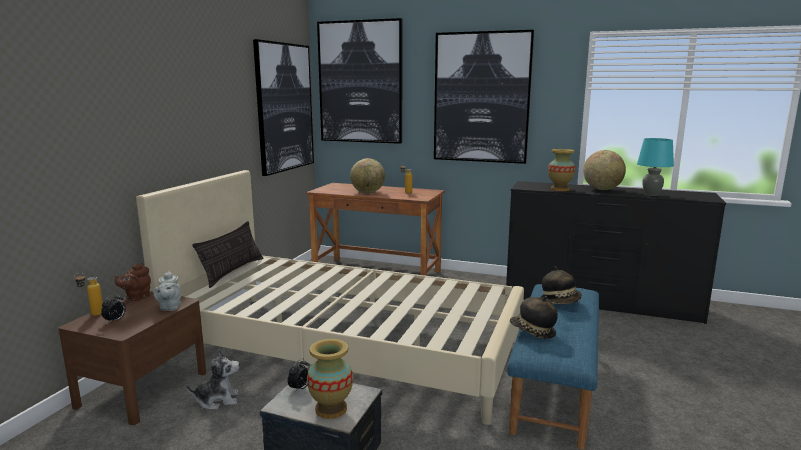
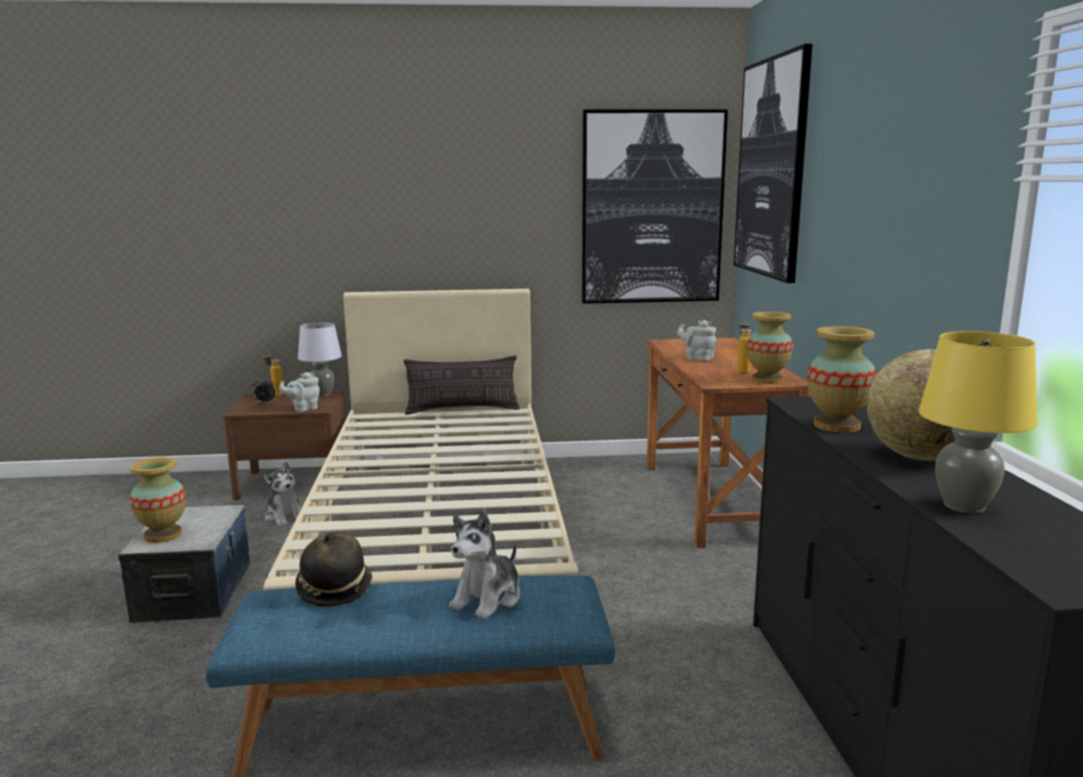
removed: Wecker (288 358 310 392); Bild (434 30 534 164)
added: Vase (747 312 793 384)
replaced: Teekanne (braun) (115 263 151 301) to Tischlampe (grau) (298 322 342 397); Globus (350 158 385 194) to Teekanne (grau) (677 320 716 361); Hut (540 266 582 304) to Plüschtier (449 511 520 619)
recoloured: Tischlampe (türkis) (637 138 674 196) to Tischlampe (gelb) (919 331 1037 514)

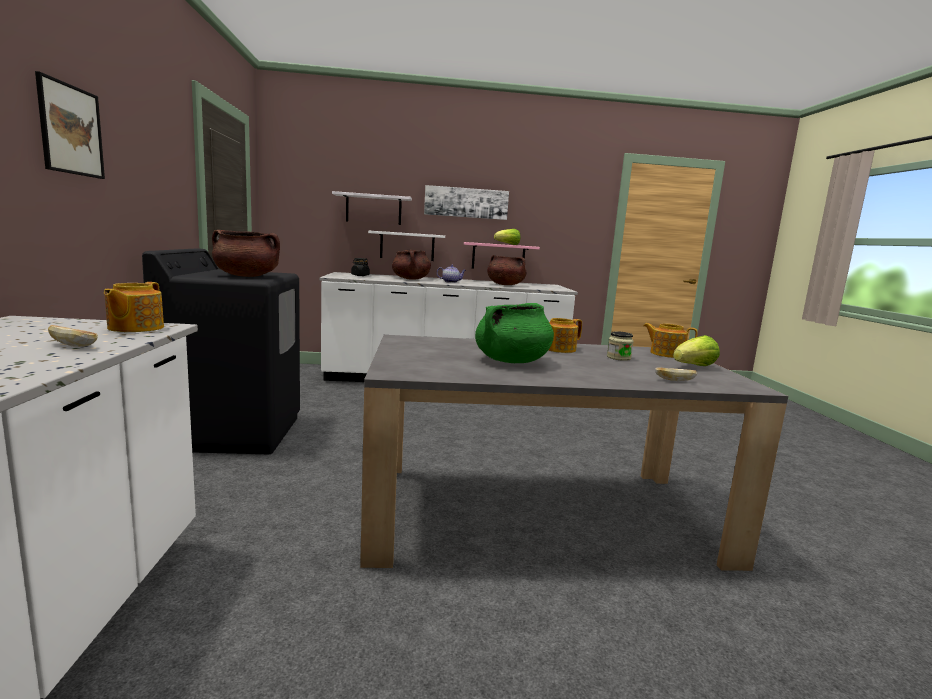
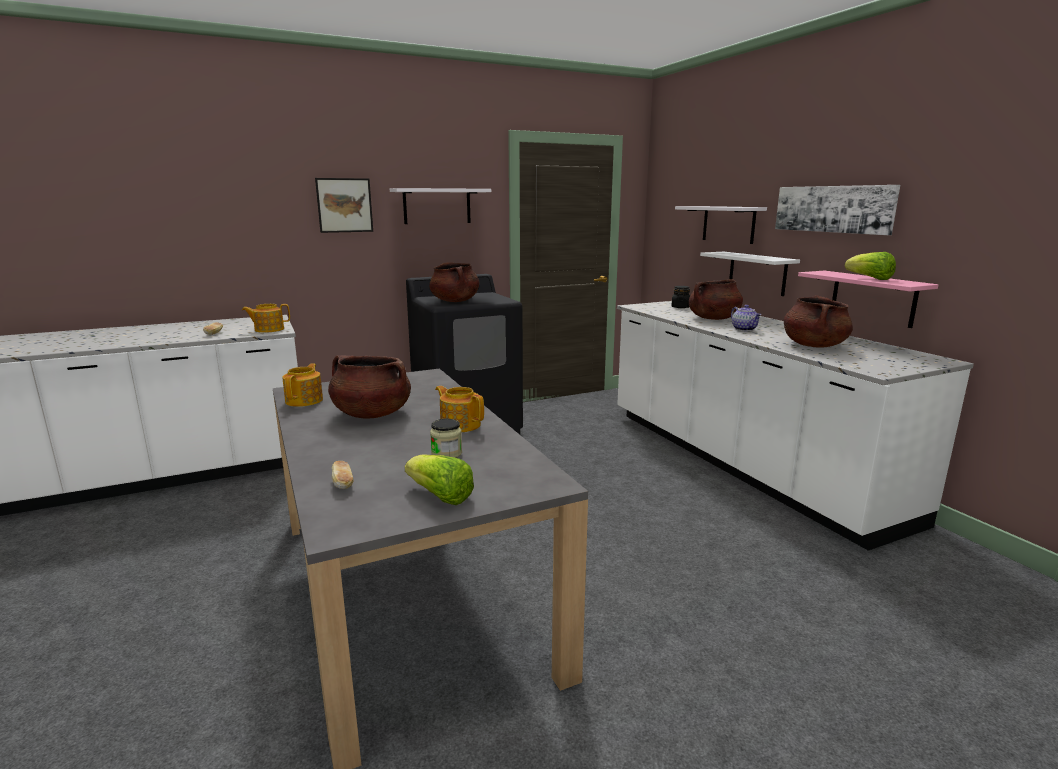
added: Wandregal (weiß) (390 188 491 224)
moved: Teekanne (643 323 698 358) to (282 364 323 407)
recoloured: Kochtopf (grün) (475 303 554 363) to Kochtopf (braun) (328 355 411 419)

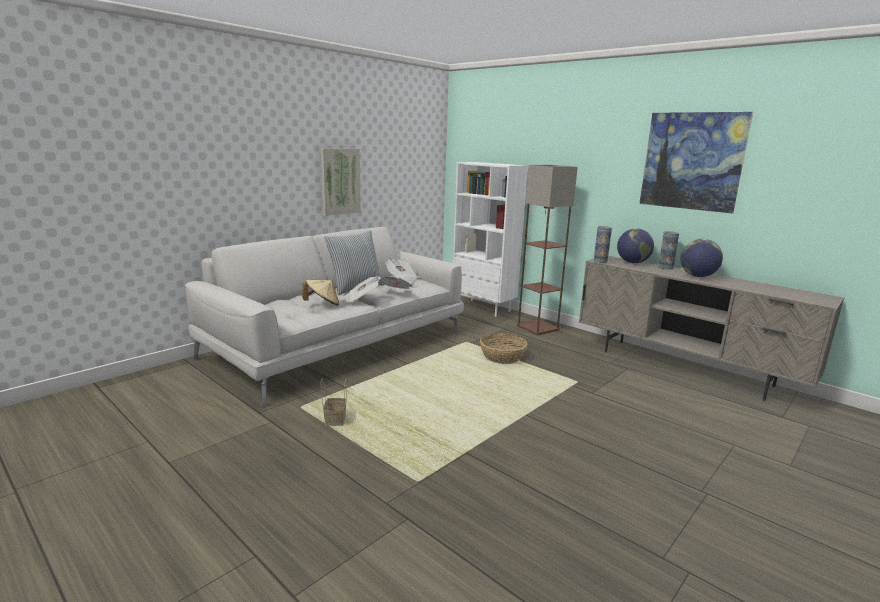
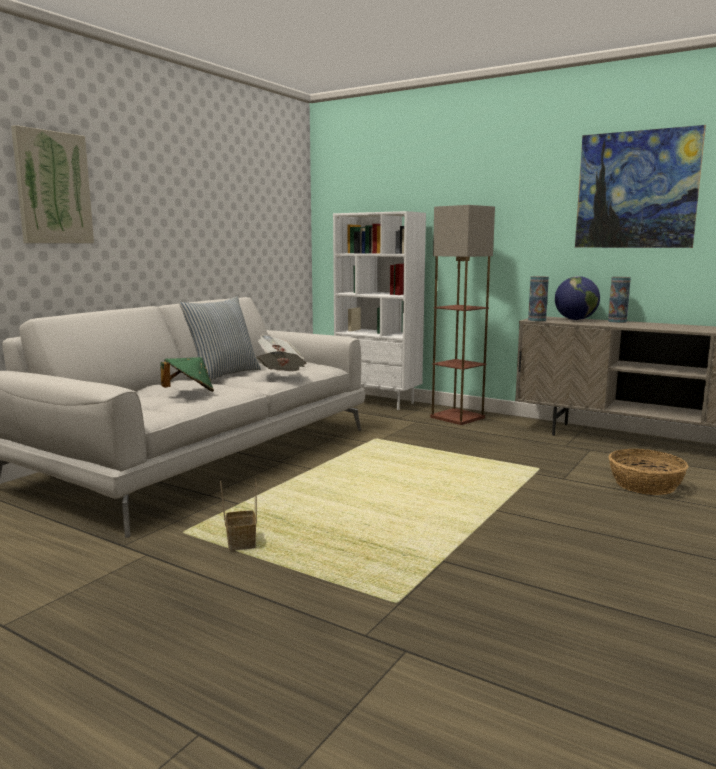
removed: Zeitung (340 276 381 303); Globus (680 239 723 277)
moved: Bild (321 148 361 216) to (11 125 94 243); Korb (480 333 527 364) to (609 449 688 495)
recoloured: Hut (beige) (302 280 339 305) to Hut (grün) (160 357 214 392)

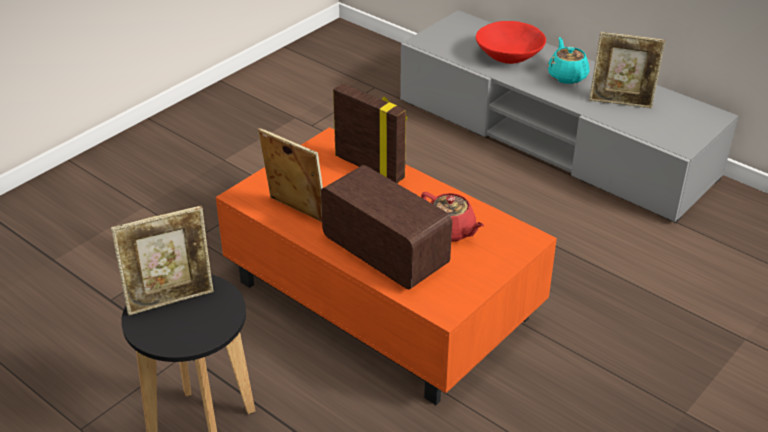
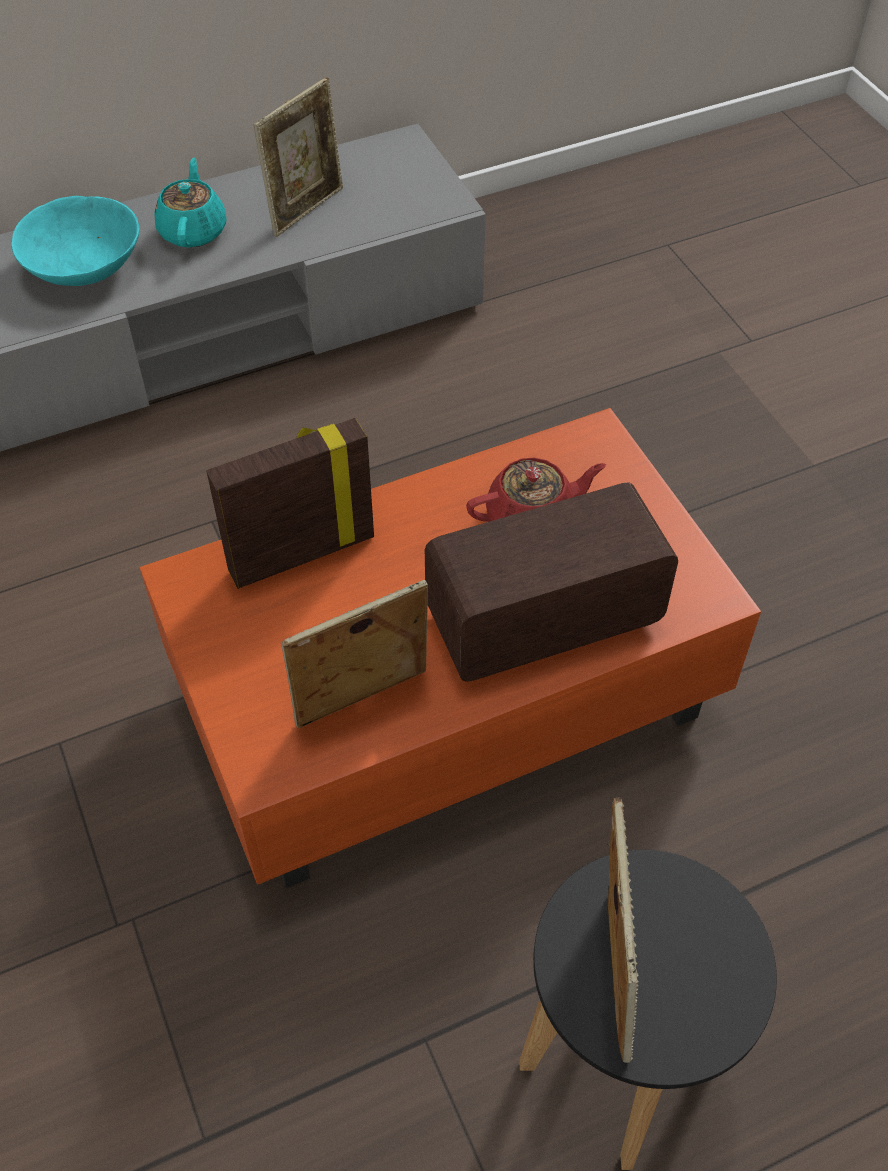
recoloured: Schüssel (rot) (476 21 546 64) to Schüssel (türkis) (12 196 140 286)
turned: Teekanne (türkis) (548 37 590 84) = (154 158 227 248) 75 degrees clockwise

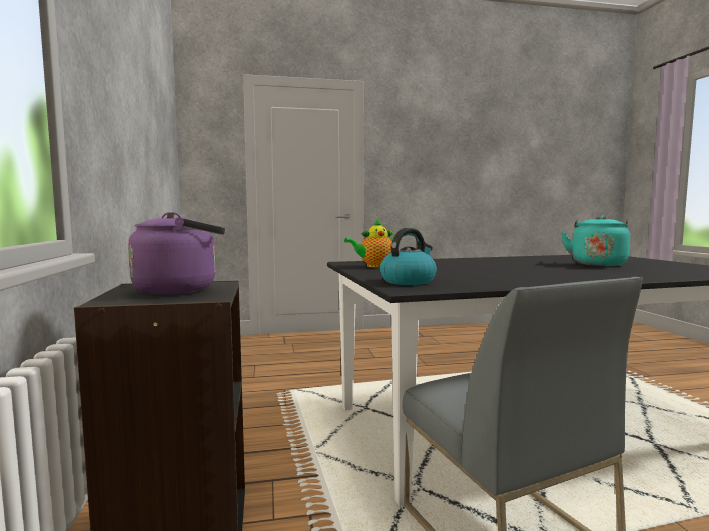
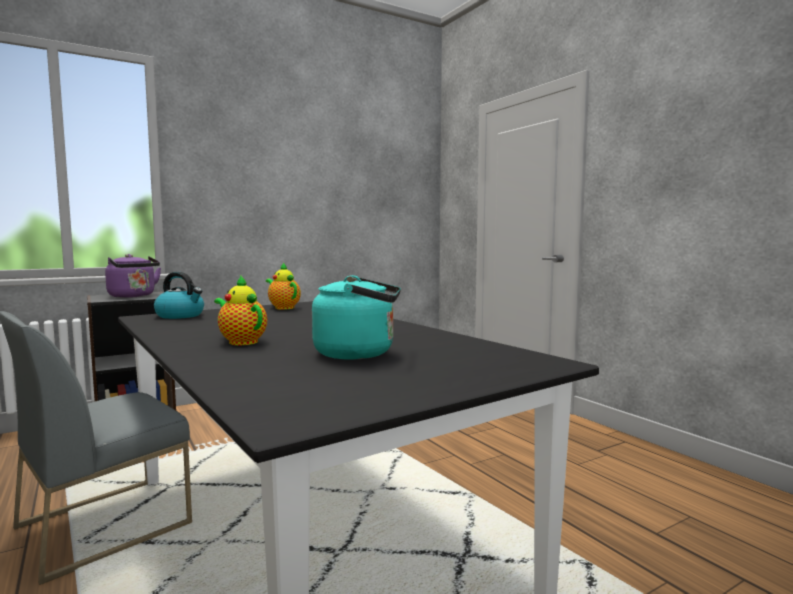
added: Teekanne (214 275 267 345)

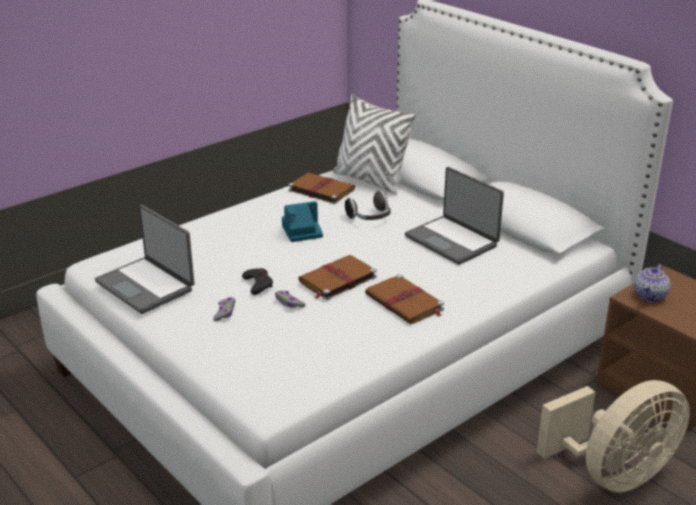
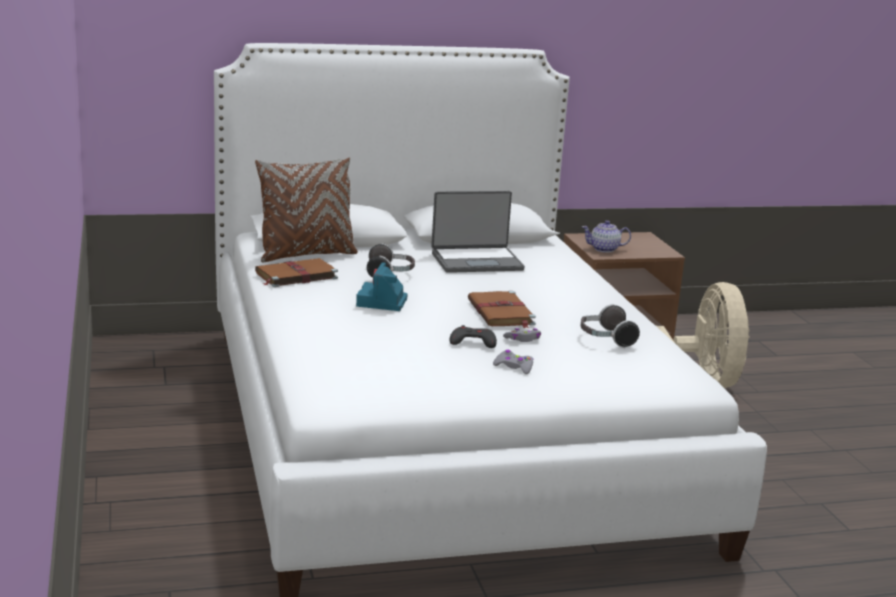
removed: Laptop (95 205 195 314); Buch (braun) (365 274 444 324)
added: Kopfhörer (581 304 640 348)
recoloured: Kissen (weiß) (333 94 416 195) to Kissen (braun) (255 158 358 262)
turned: Teekanne (634 264 670 302) = (582 220 631 253) 120 degrees clockwise

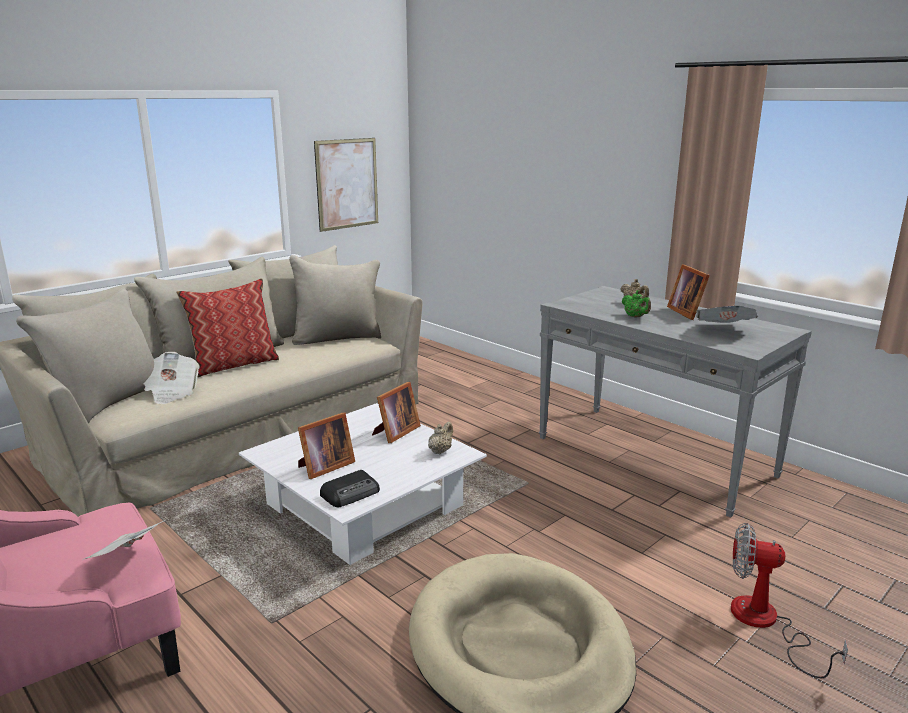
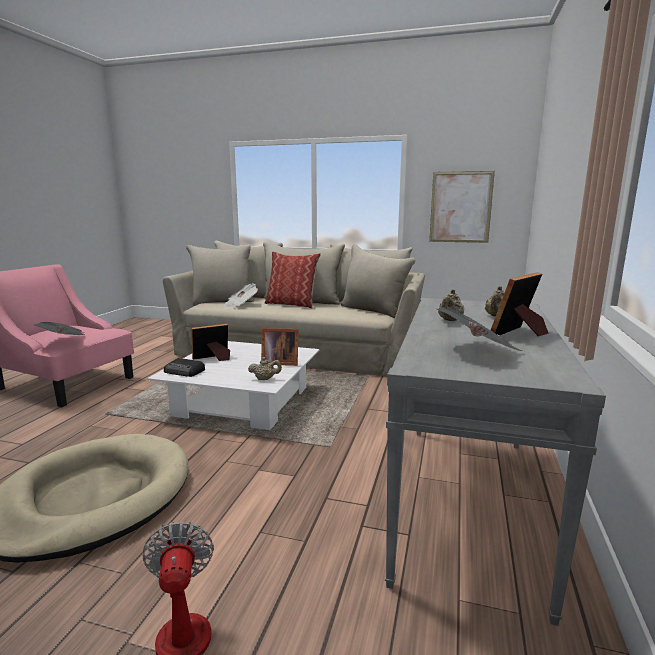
recoloured: Teekanne (grün) (622 290 651 318) to Teekanne (beige) (438 289 464 321)
turned: Bilderrahmen (298 412 355 479) = (192 324 230 361) 135 degrees clockwise

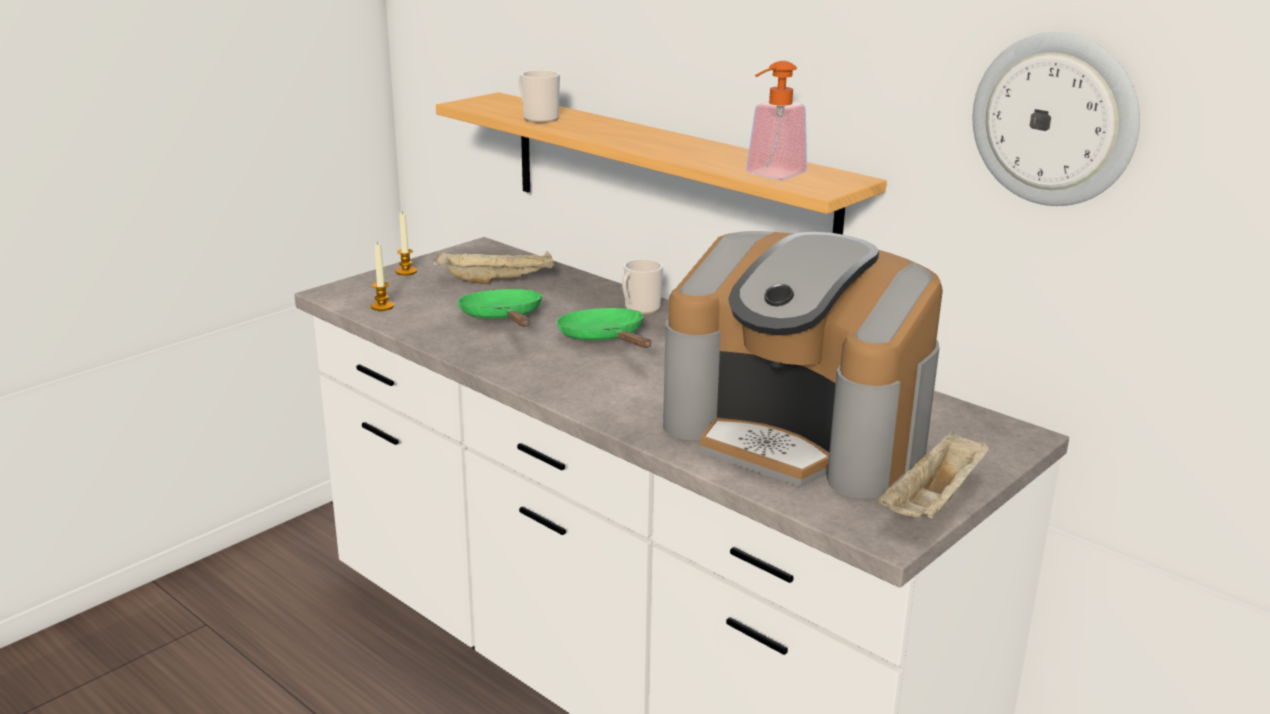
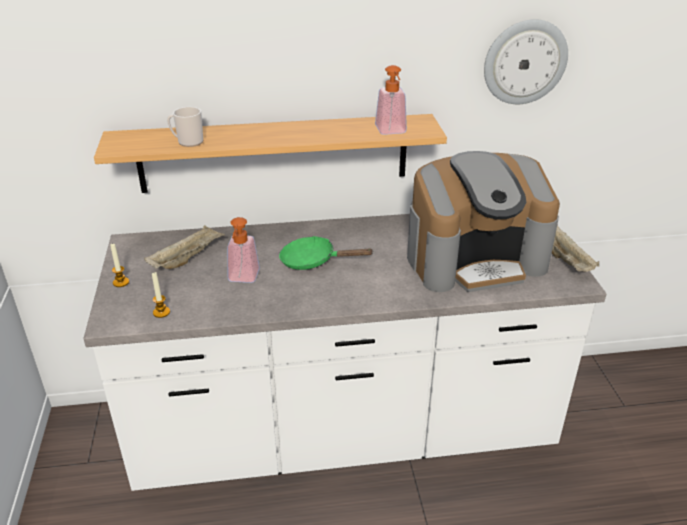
removed: Henkelbecher (622 259 663 314)
replaced: Pfanne (grün) (457 289 543 327) to Seifenspender (227 217 260 283)

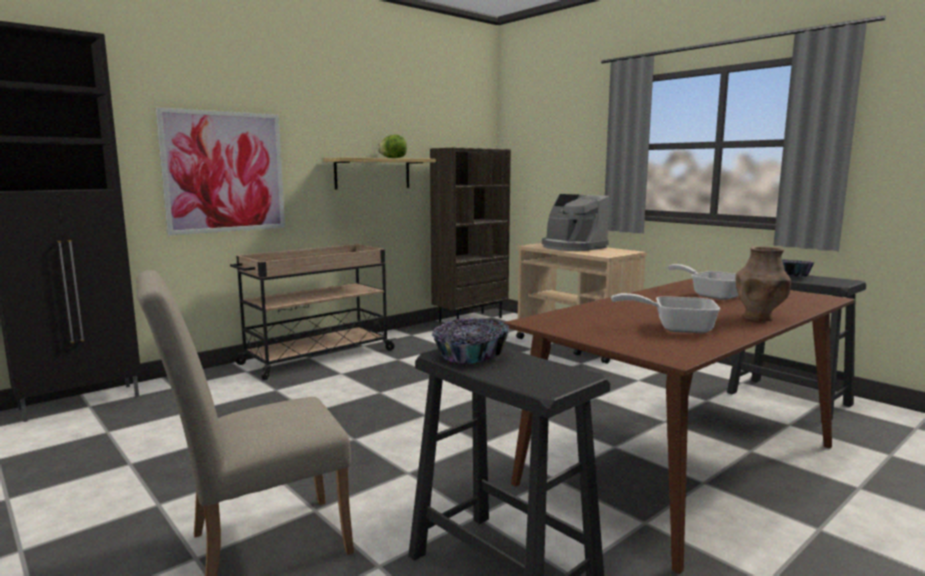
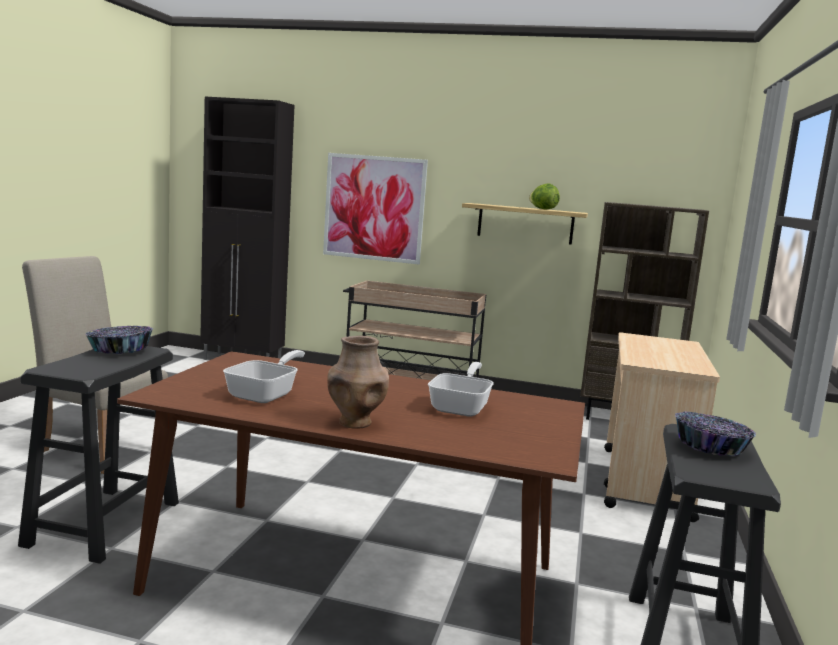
removed: Kaffeemaschine (542 194 609 251)
turned: Pfanne (611 293 720 333) = (223 350 305 403) 45 degrees clockwise

